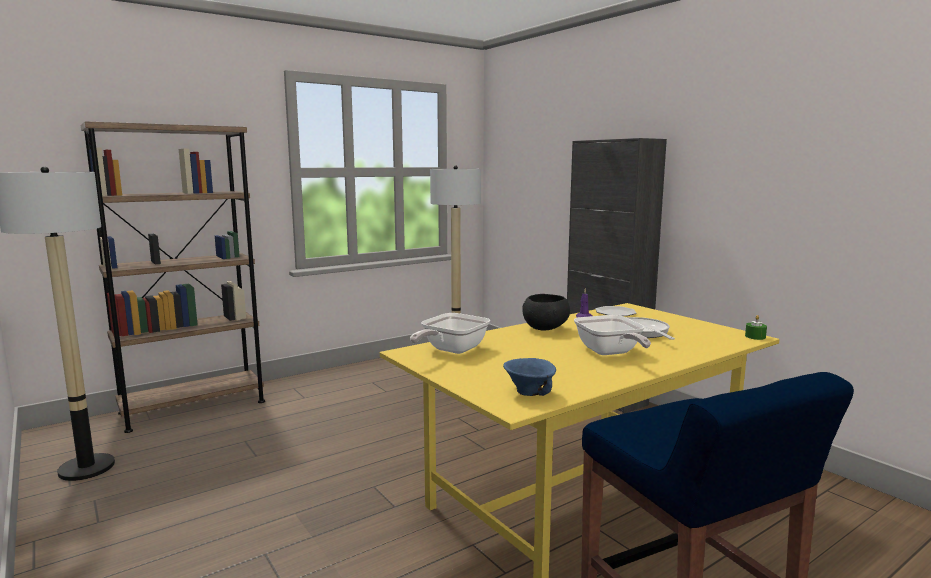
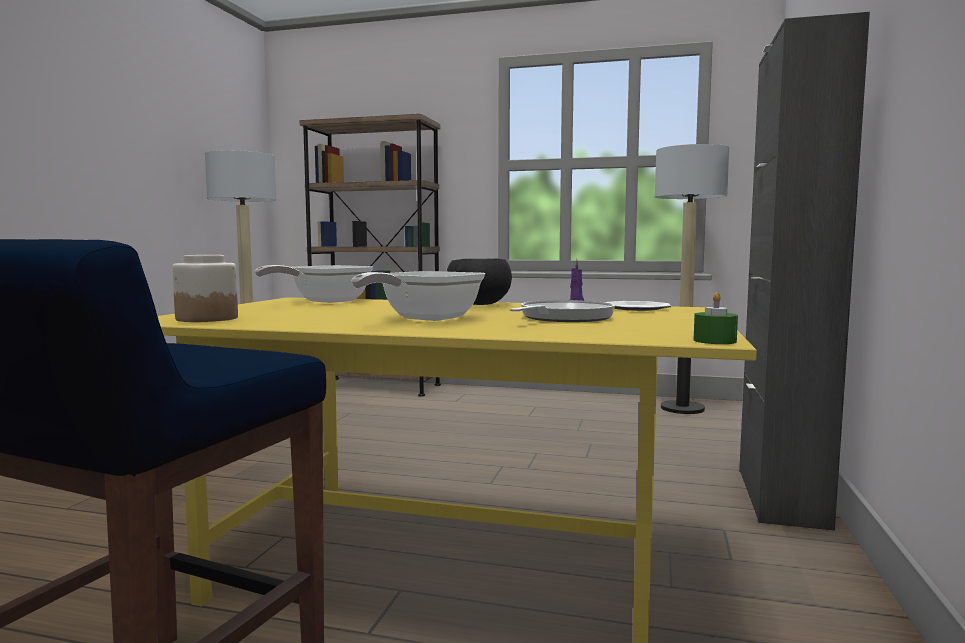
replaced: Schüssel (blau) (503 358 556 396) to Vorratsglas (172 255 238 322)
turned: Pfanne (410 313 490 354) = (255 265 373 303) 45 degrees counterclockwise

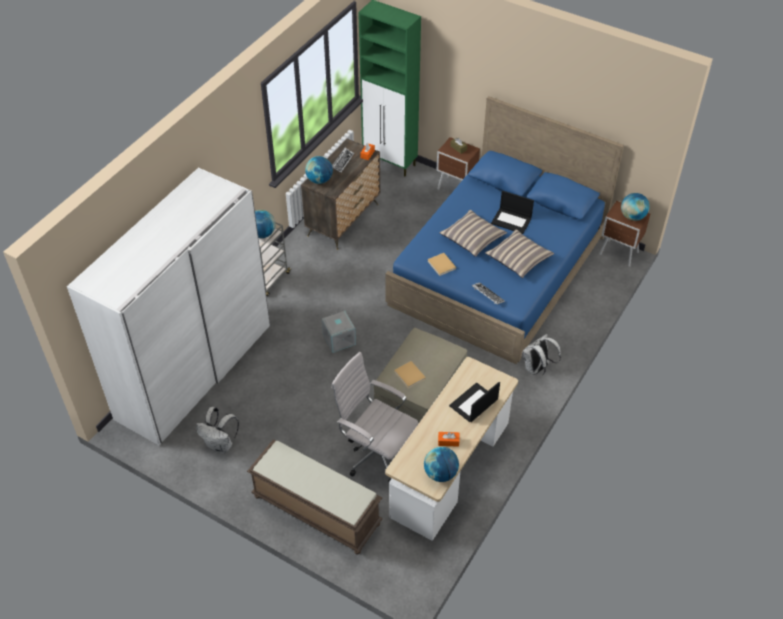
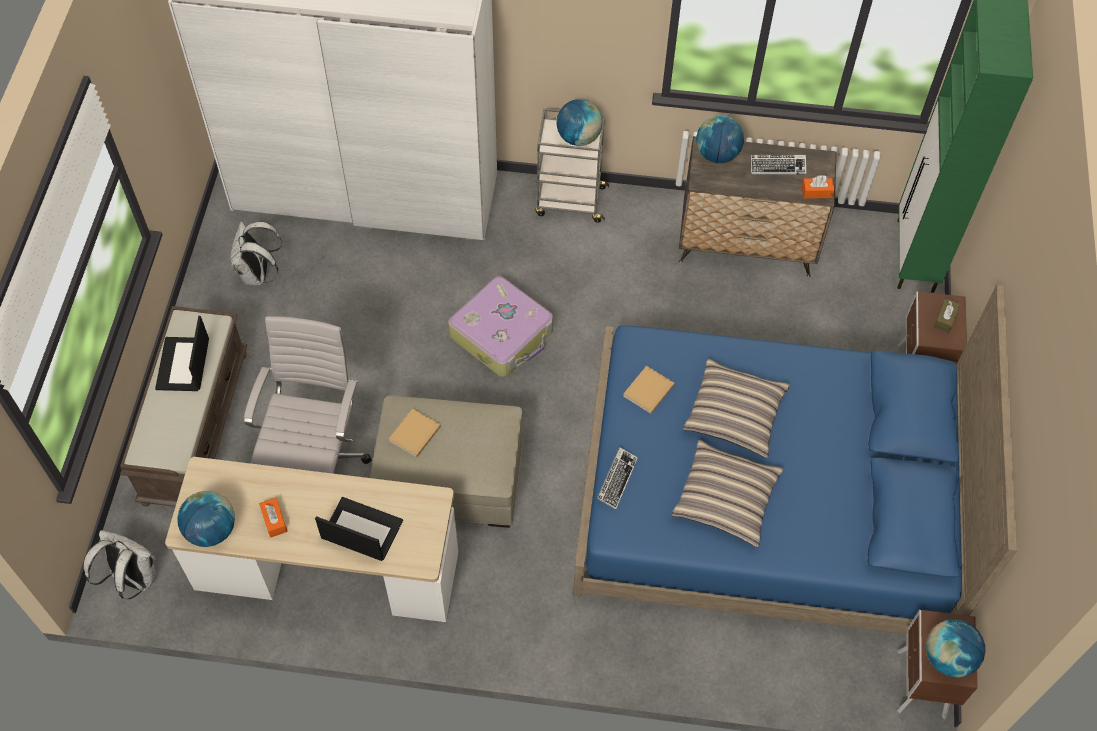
moved: Laptop (491 190 534 234) to (155 316 209 391); Rucksack (weiß) (522 334 561 375) to (83 530 157 599)
replaced: Aufbewahrungsbox (grau) (322 311 356 353) to Koffer (448 276 553 377)

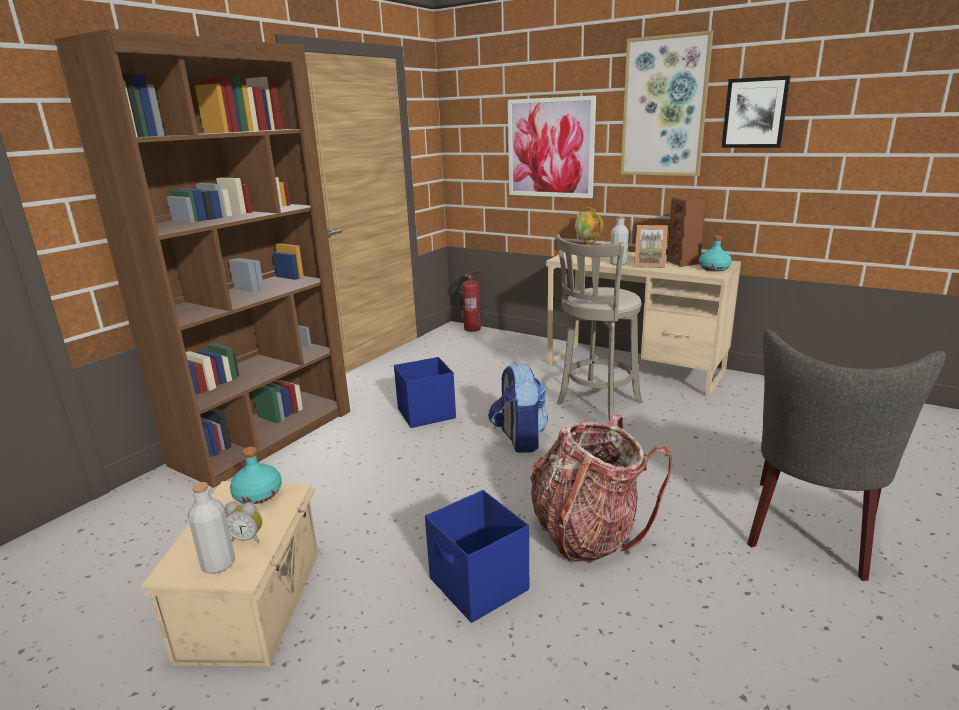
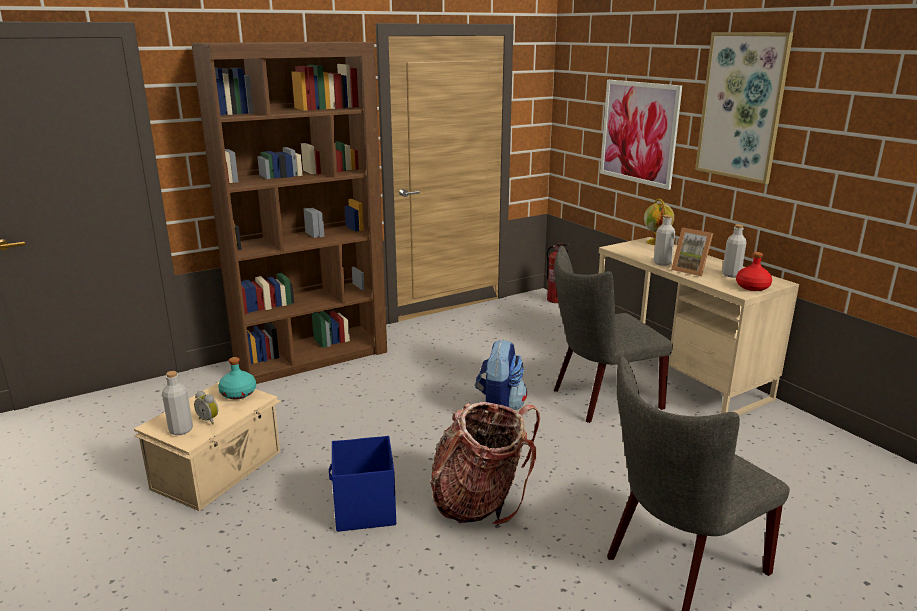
removed: Aufbewahrungsbox (blau) (394 357 456 428); Bild (721 76 791 148)
replaced: Hocker (grau) (555 234 643 420) to Stuhl (grau) (554 246 673 423); Lautsprecher (braun) (667 197 706 267) to Flasche (grau) (722 224 747 278)
recoloured: Flasche (türkis) (699 235 732 271) to Flasche (rot) (736 252 772 291)

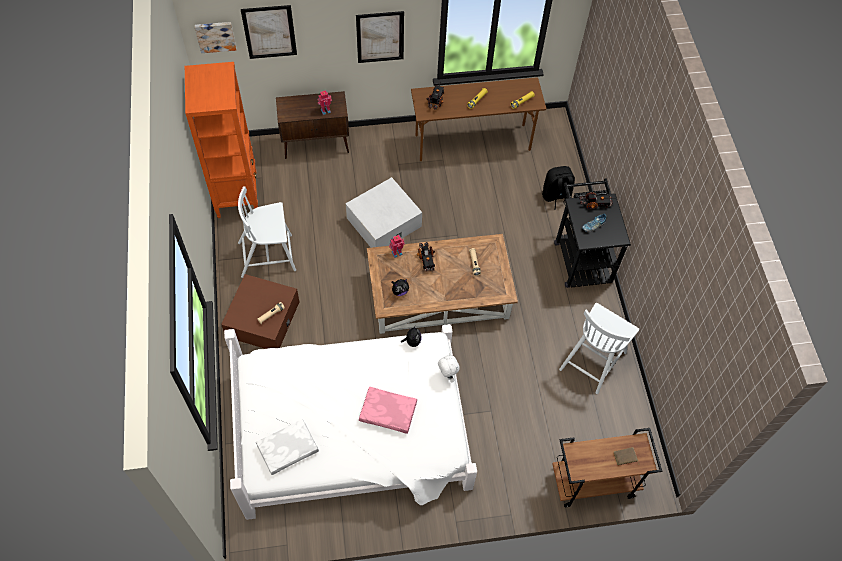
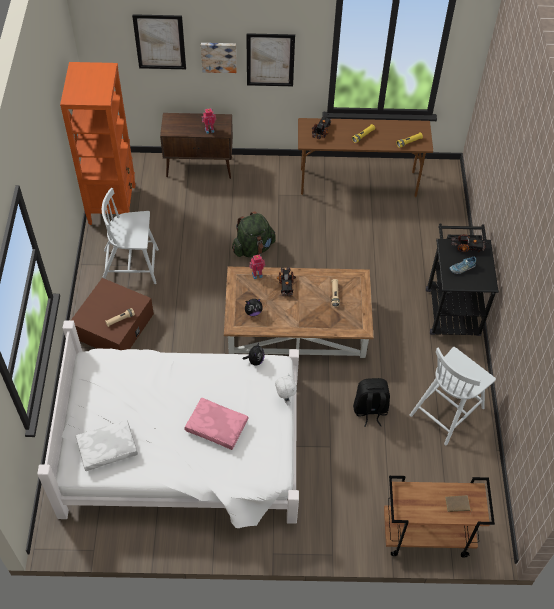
moved: Bild (195 22 236 53) to (201 43 237 73); Rucksack (schwarz) (542 166 575 210) to (353 378 390 427)
replaced: Aufbewahrungsbox (weiß) (345 177 422 248) to Rucksack (grün) (232 211 276 257)

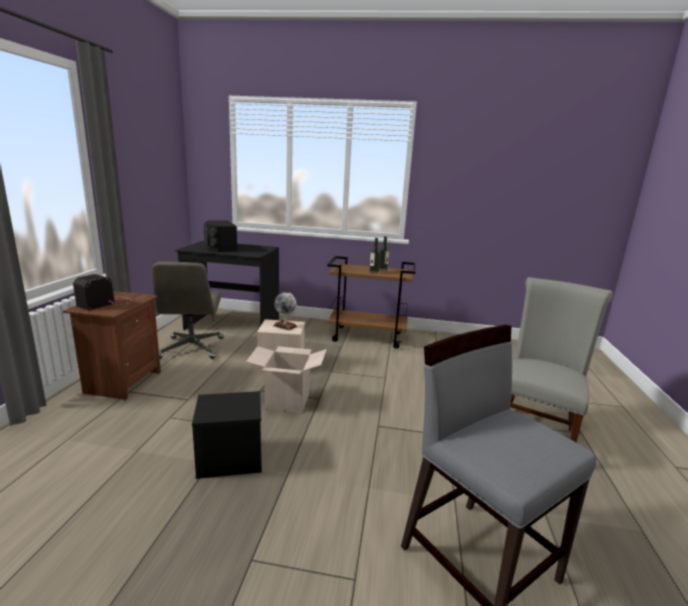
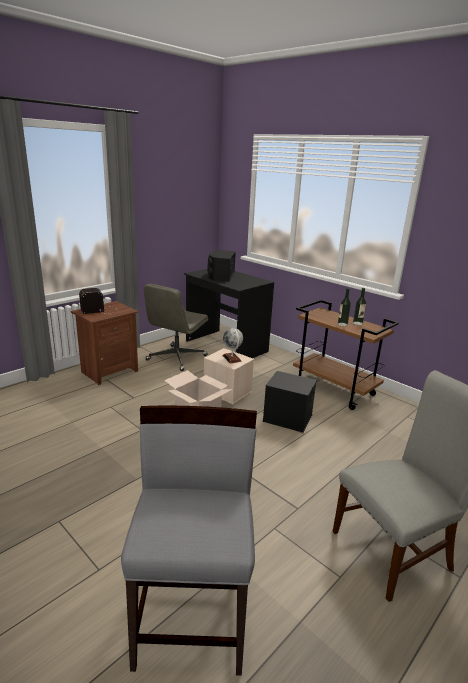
moved: Aufbewahrungsbox (schwarz) (192 391 262 479) to (263 371 317 433)

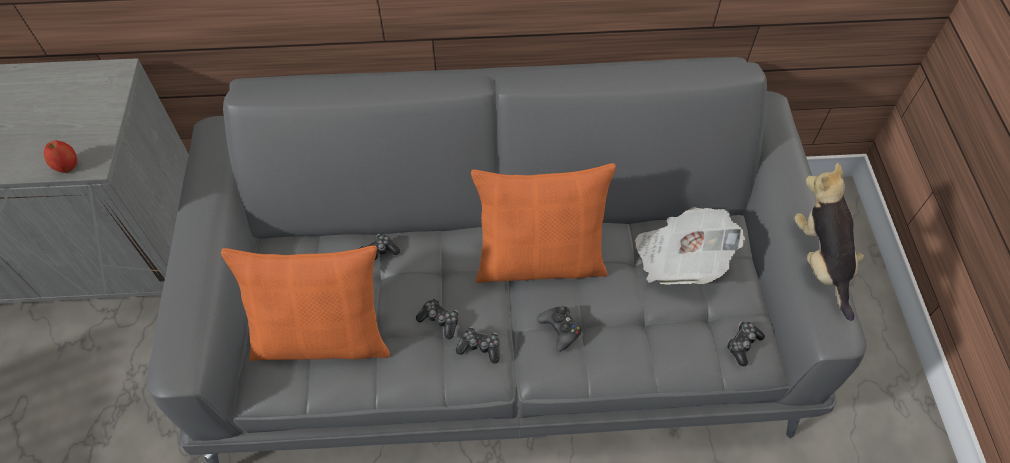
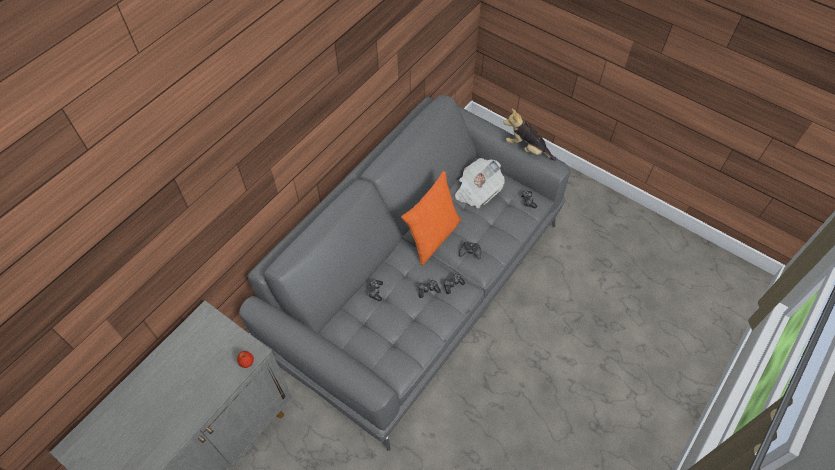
removed: Kissen (orange) (221 245 390 361)

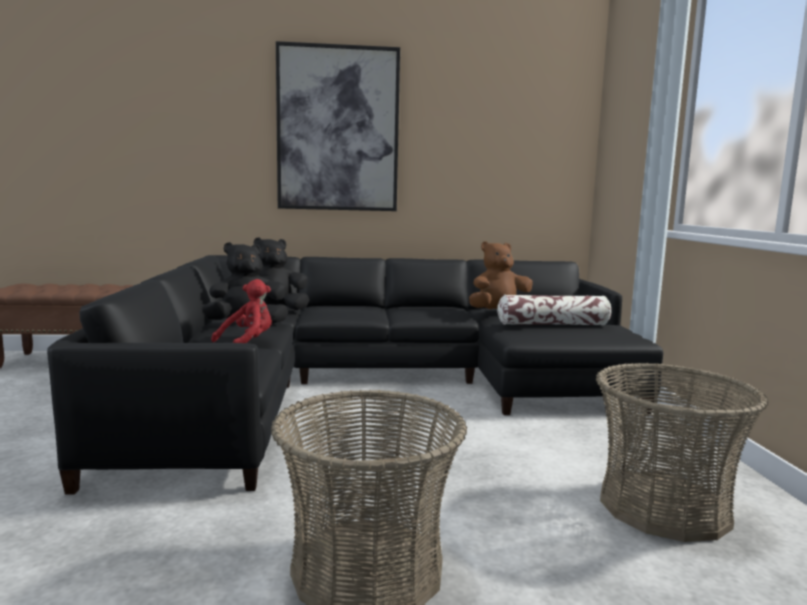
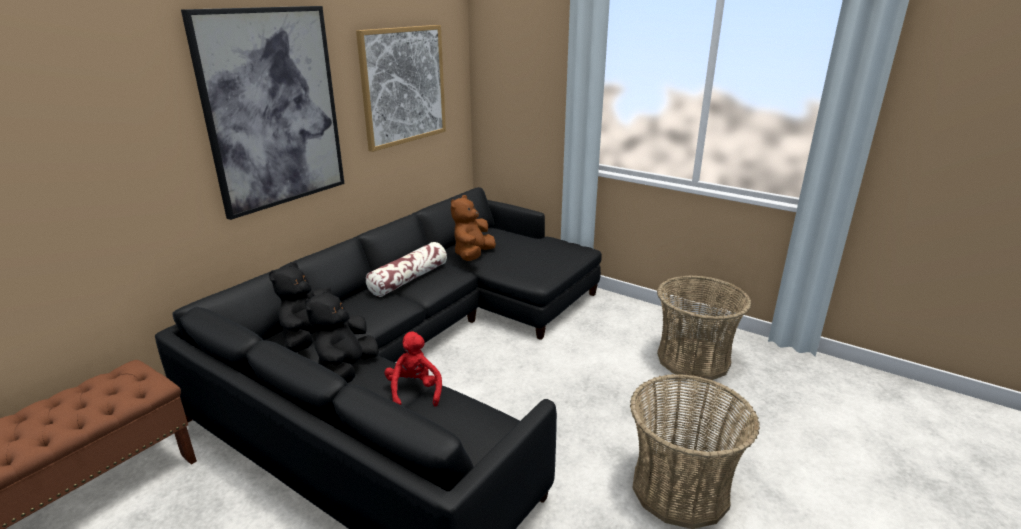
added: Bild (356 25 446 152)
moved: Kissen (497 295 611 325) to (366 242 447 297)

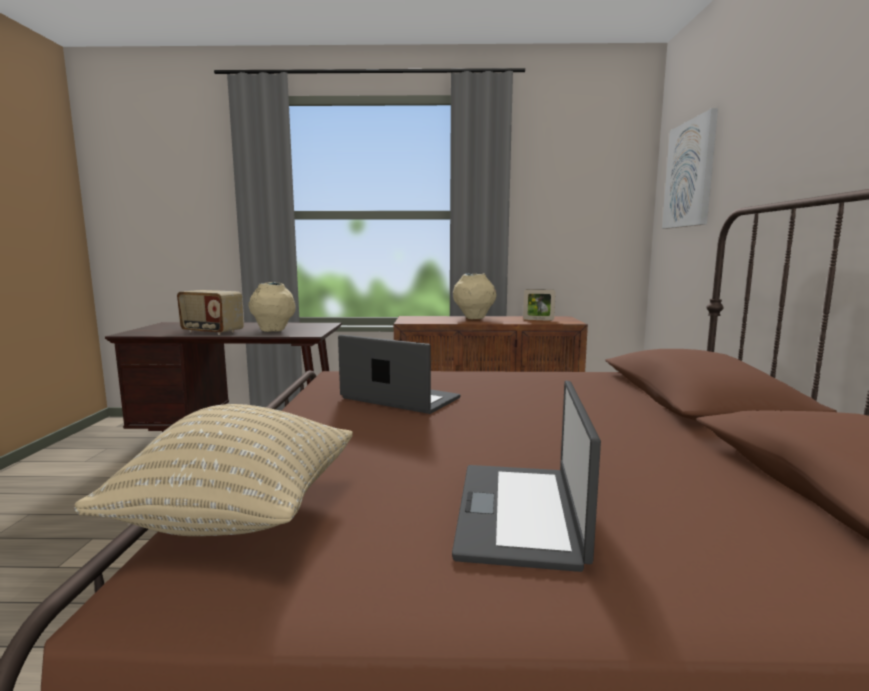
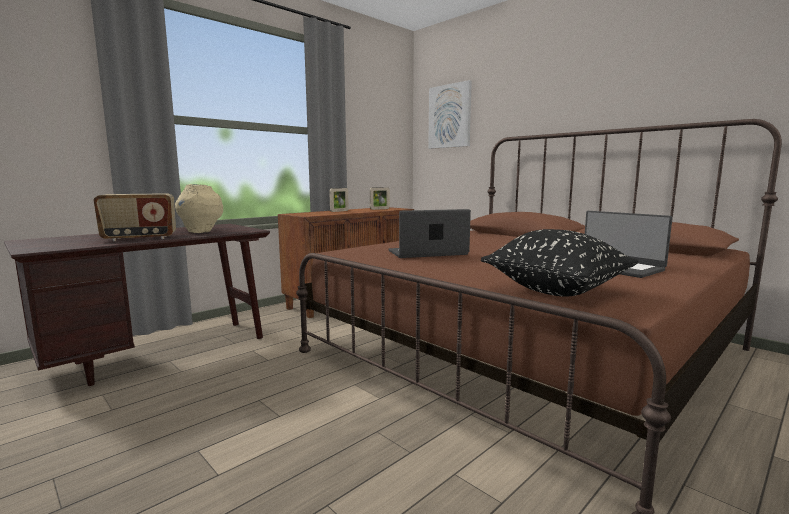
replaced: Vase (beige) (453 274 496 319) to Bilderrahmen (329 188 349 212)
recoloured: Kissen (beige) (74 404 353 536) to Kissen (schwarz) (481 229 639 297)

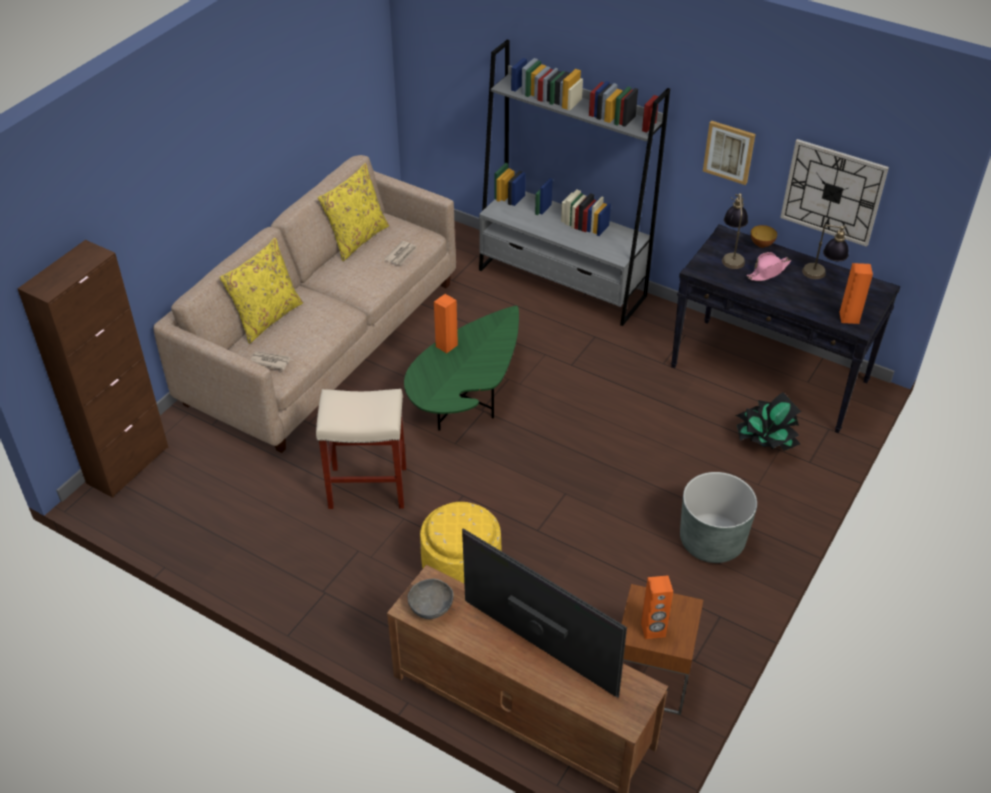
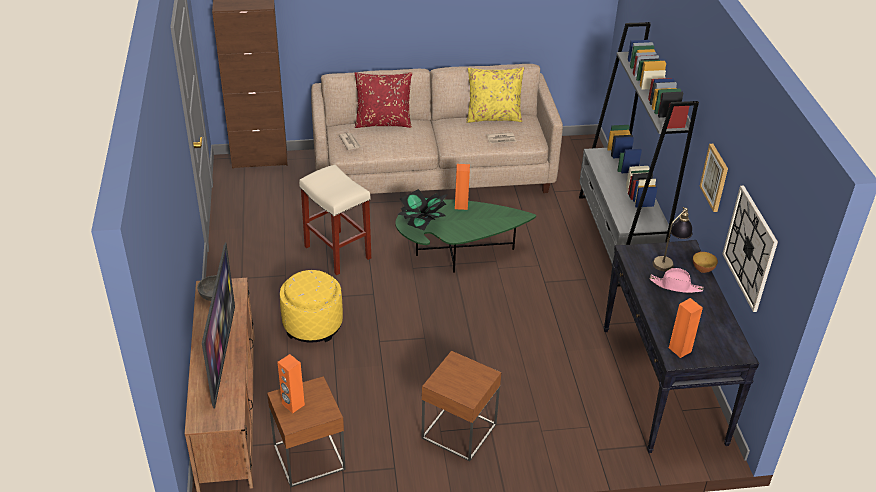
removed: Tischlampe (802 225 851 279)
moved: Topfpflanze (735 392 801 451) to (398 189 447 231)
replaced: Pflanzkübel (grau) (680 472 757 563) to Beistelltisch (braun) (421 351 501 461)
recoloured: Kissen (gelb) (219 238 303 344) to Kissen (rot) (355 72 412 128)

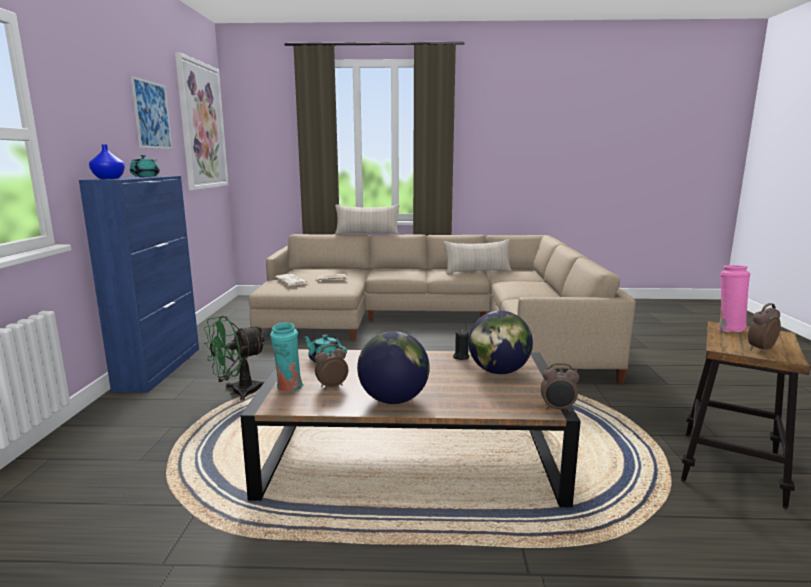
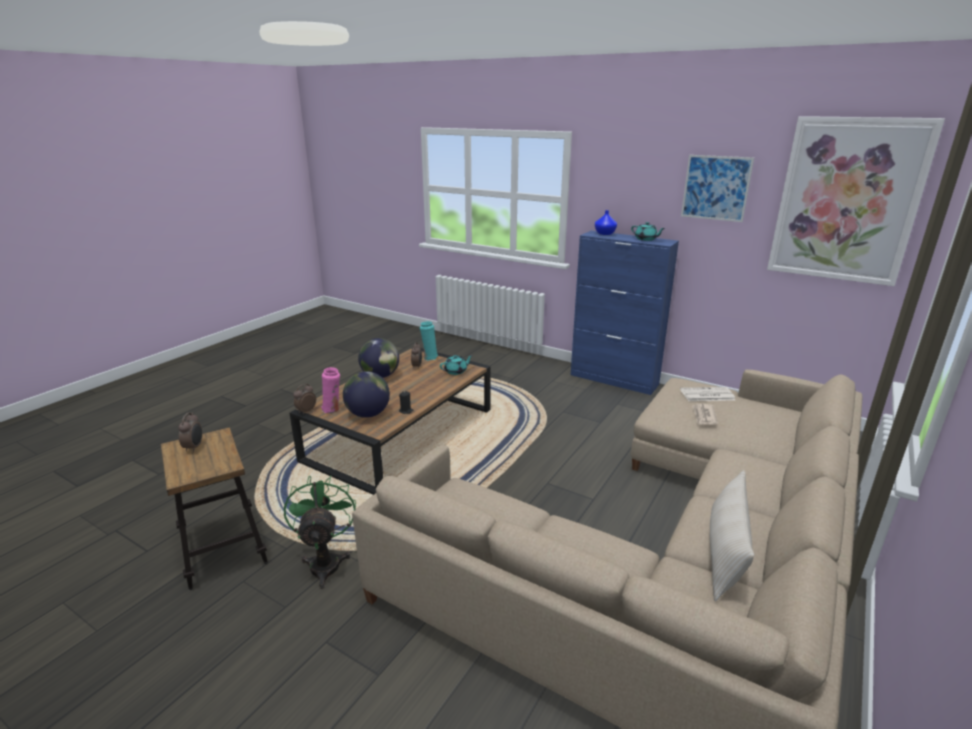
removed: Kissen (beige) (335 204 400 235)
moved: Ventilator (grün) (204 316 266 401) to (284 475 356 589); Vase (rosa) (719 265 750 332) to (321 367 340 413)

